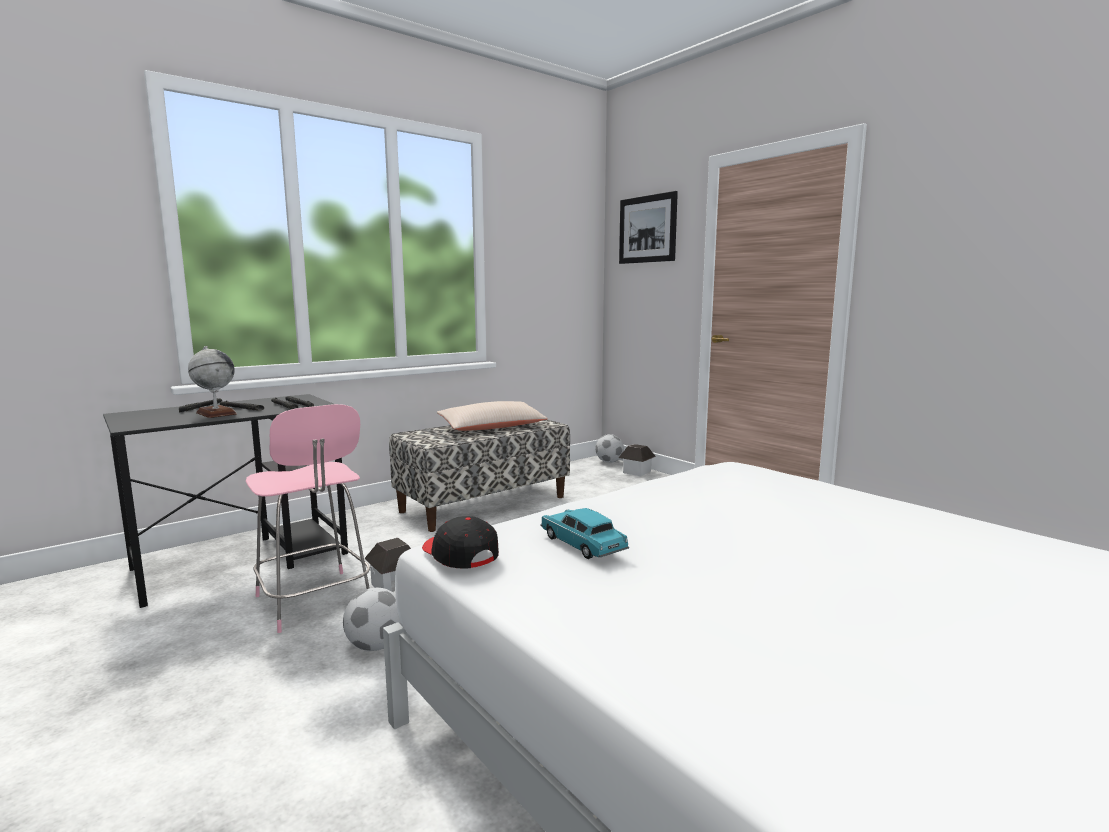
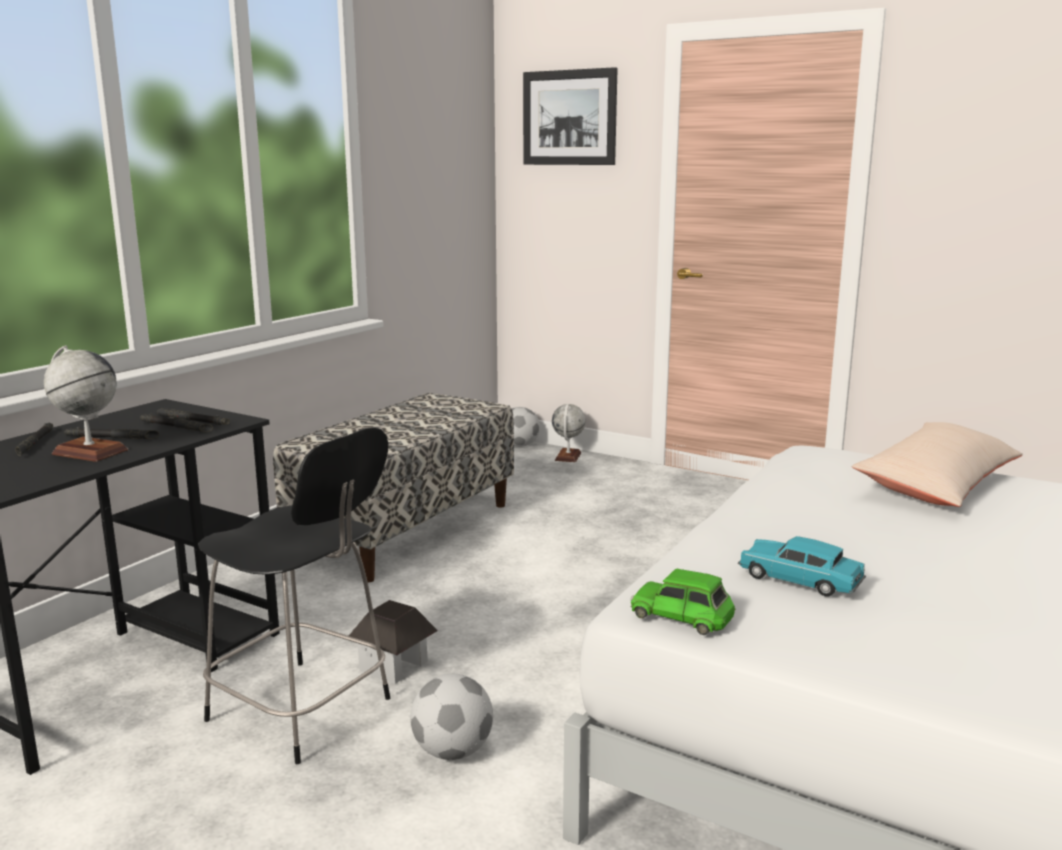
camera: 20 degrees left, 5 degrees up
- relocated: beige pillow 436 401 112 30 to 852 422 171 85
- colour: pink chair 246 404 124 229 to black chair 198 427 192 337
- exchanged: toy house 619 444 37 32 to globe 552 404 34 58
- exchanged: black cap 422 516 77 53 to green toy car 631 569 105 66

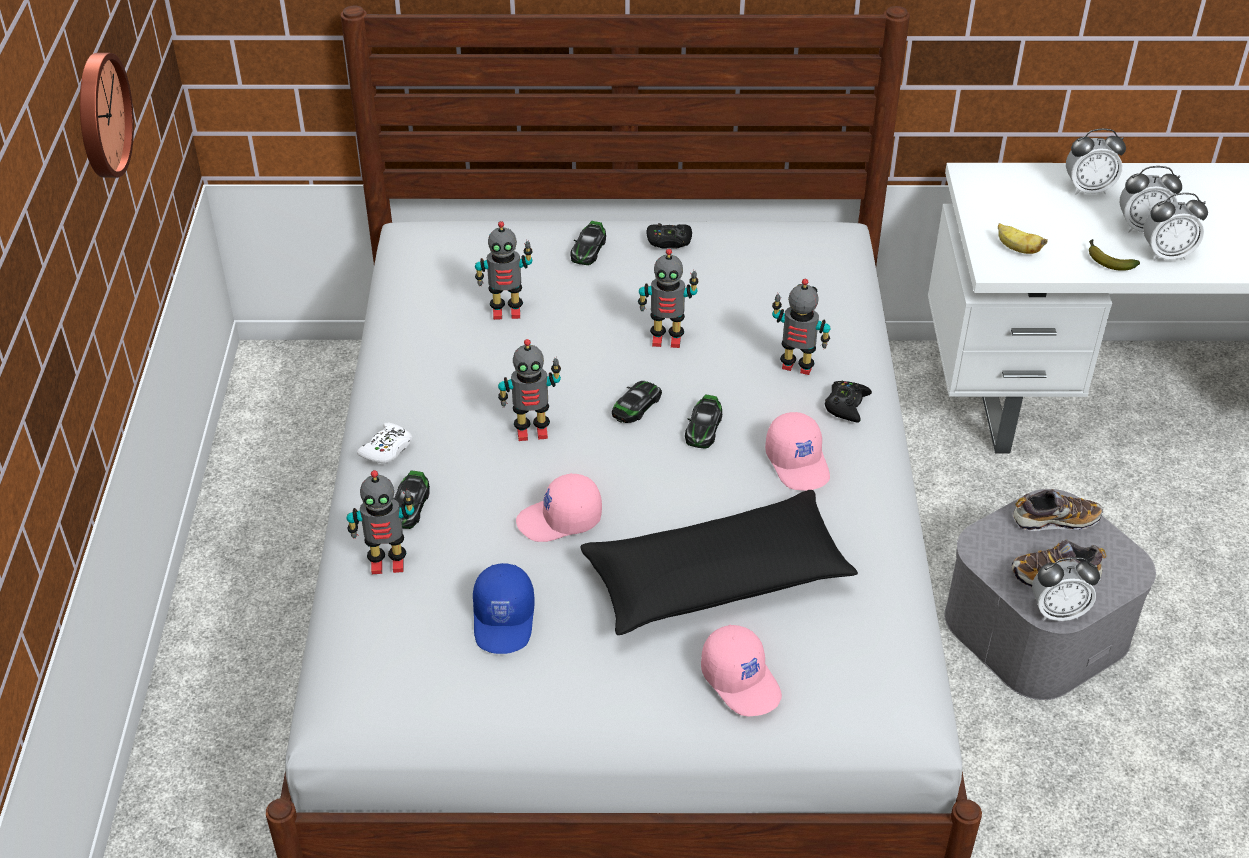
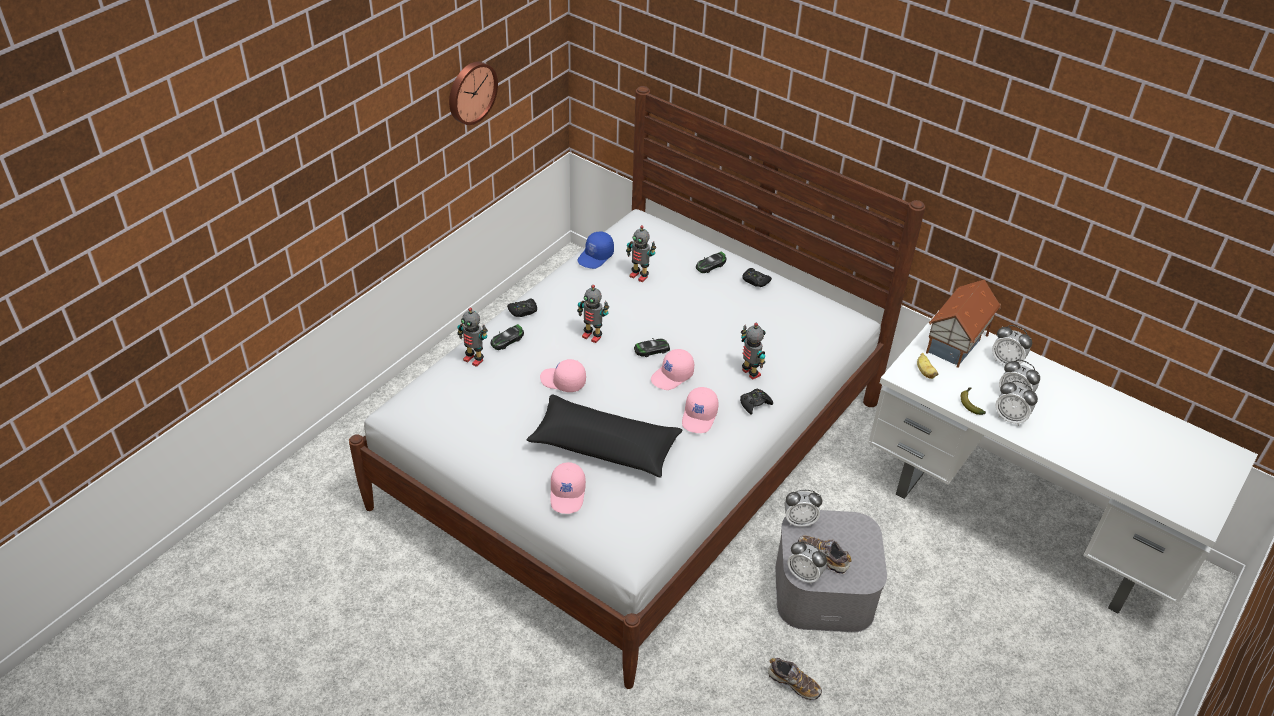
camera: 35 degrees right, 0 degrees up
- missing: toy robot 638 249 60 99
- exchanged: toy car 685 394 37 55 to pink cap 651 349 43 41
- colour: white game controller 357 423 55 41 to black game controller 507 299 30 18
- relocated: shoe 1012 489 91 42 to 768 658 54 43
- relocated: blue cap 473 563 62 91 to 577 232 37 37
- appeared: toy house 926 279 75 89
- appeared: alarm clock 785 490 37 37

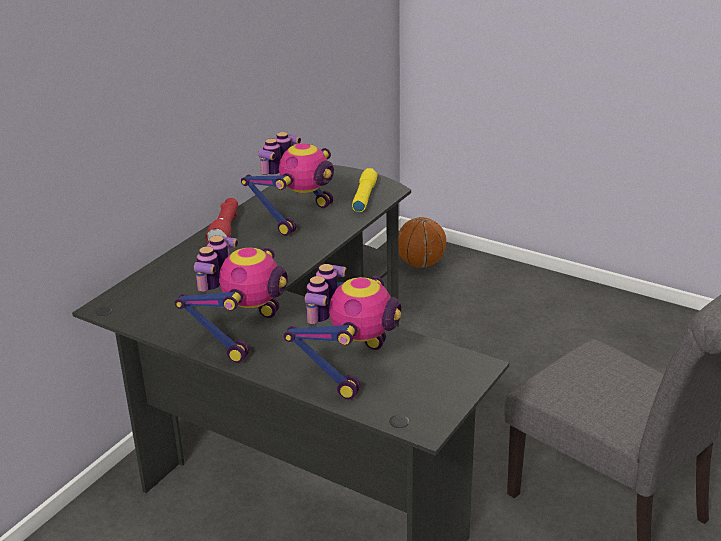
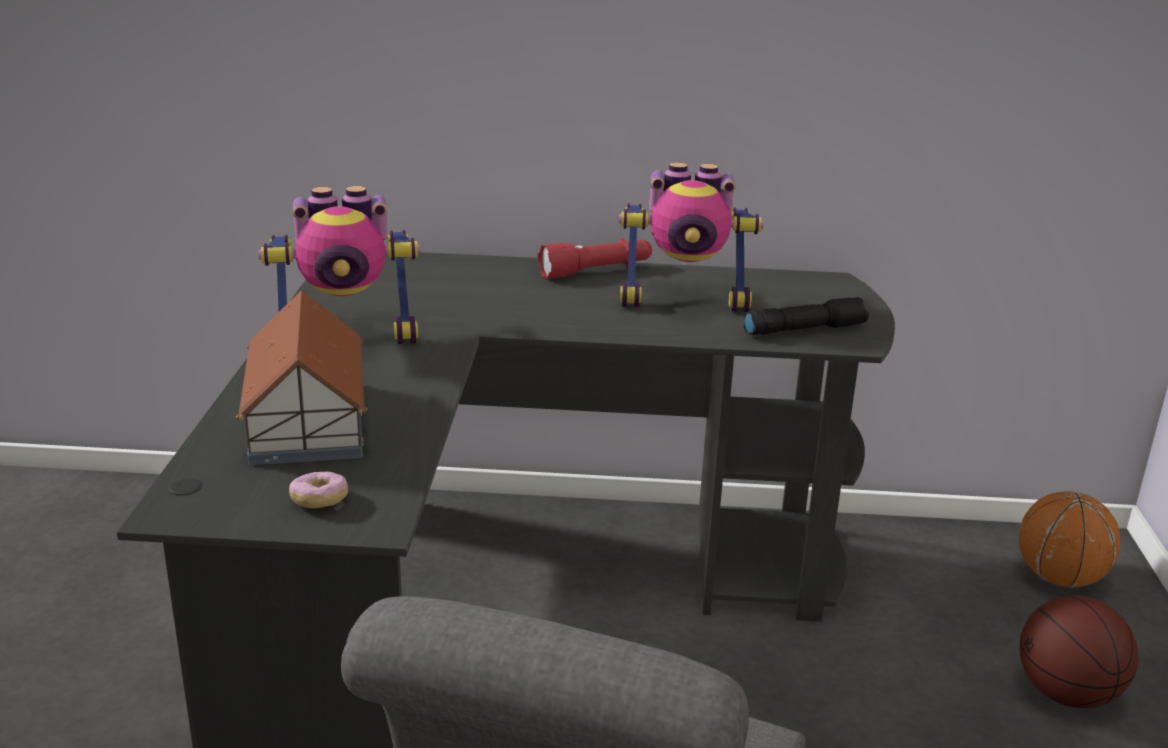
camera: 60 degrees right, 5 degrees down
- colour: yellow flashlight 352 168 26 44 to black flashlight 744 297 125 38
- exchanged: toy robot 284 264 117 135 to toy house 236 290 131 175
- appeared: donut 289 472 59 36
- appeared: basketball 1019 595 120 113

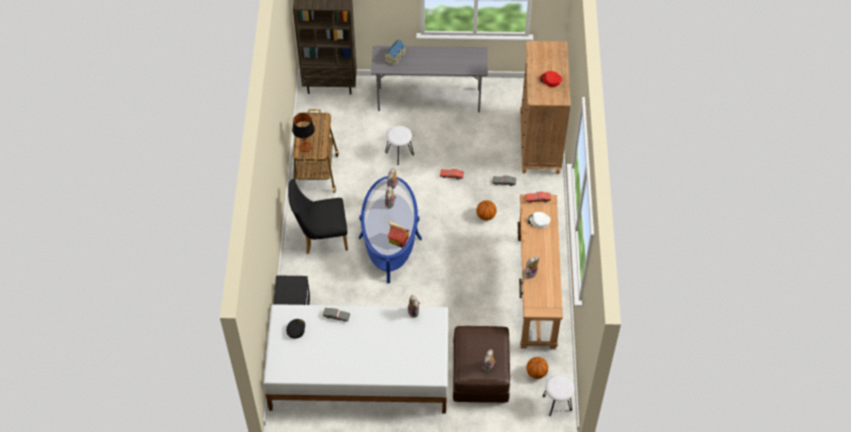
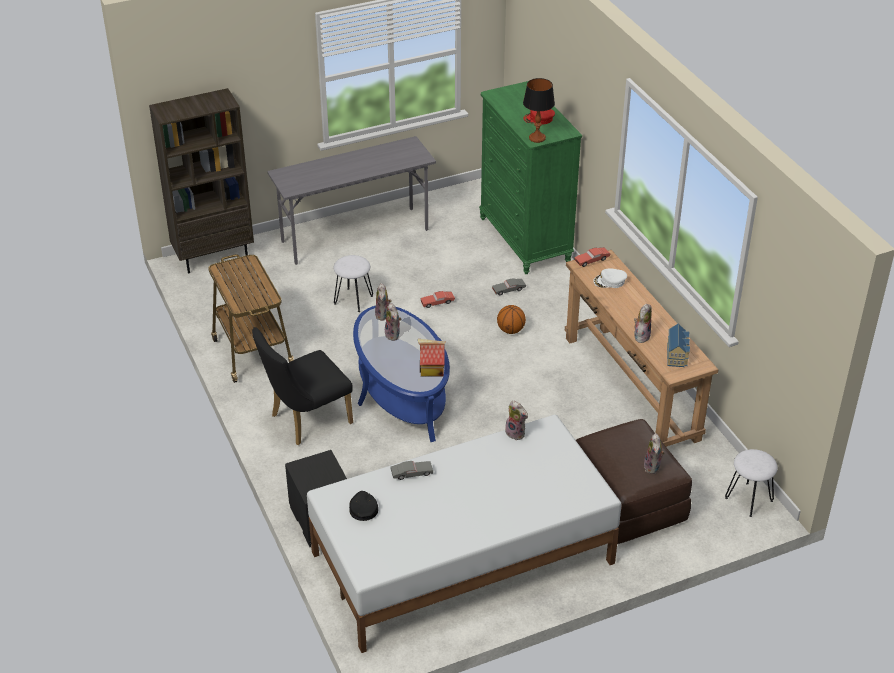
camera: 25 degrees left, 15 degrees down
- relocated: toy house 385 40 21 26 to 667 324 23 43
- colour: brown dresser 520 41 51 133 to green dresser 479 81 103 193
- relocated: table lamp 292 113 23 39 to 523 78 32 65
- missing: basketball 526 357 22 22

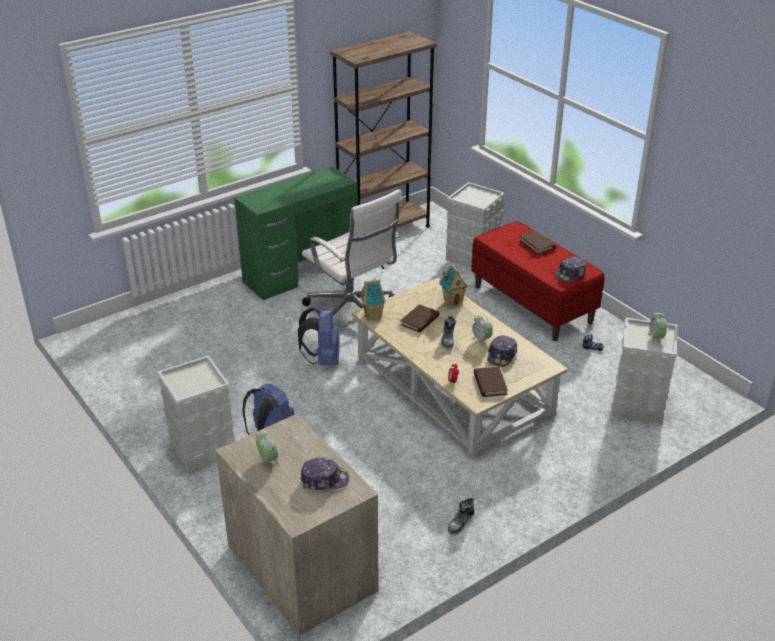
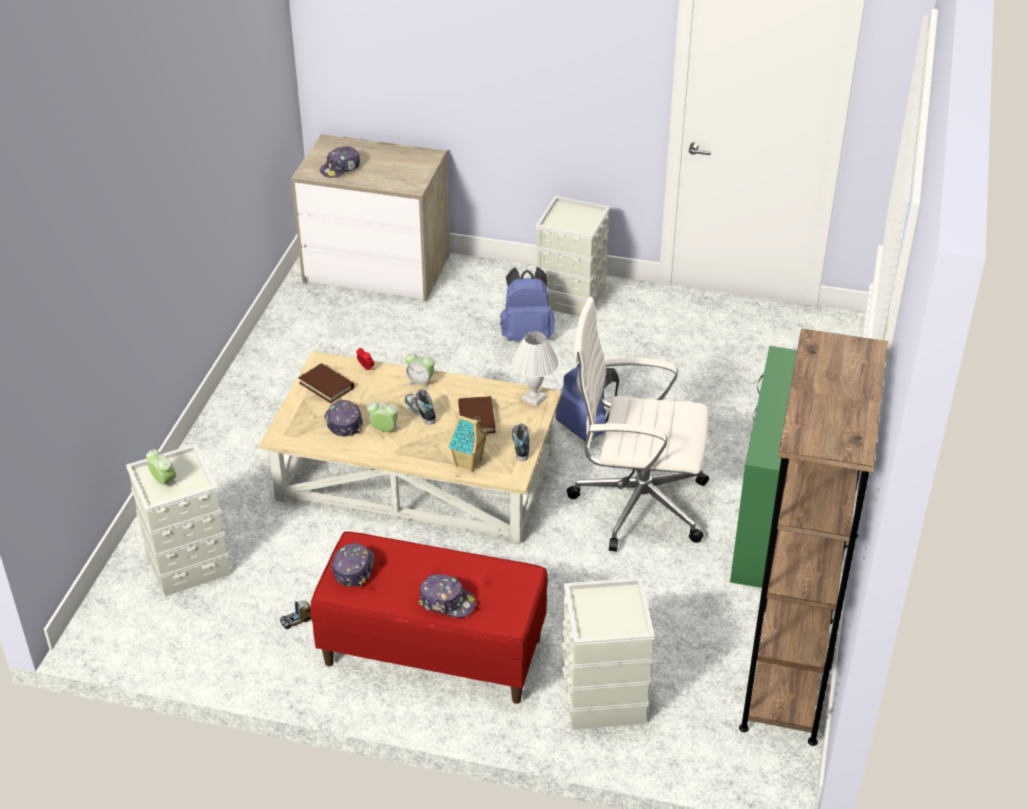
camera: 140 degrees right, 5 degrees up
- exchanged: brown book 519 231 36 23 to cap 418 574 58 44
- exchanged: toy house 360 278 26 42 to white table lamp 511 332 47 75
- relocated: alarm clock 255 430 24 36 to 405 351 30 39
- relocated: shoe 448 497 27 39 to 512 423 18 38

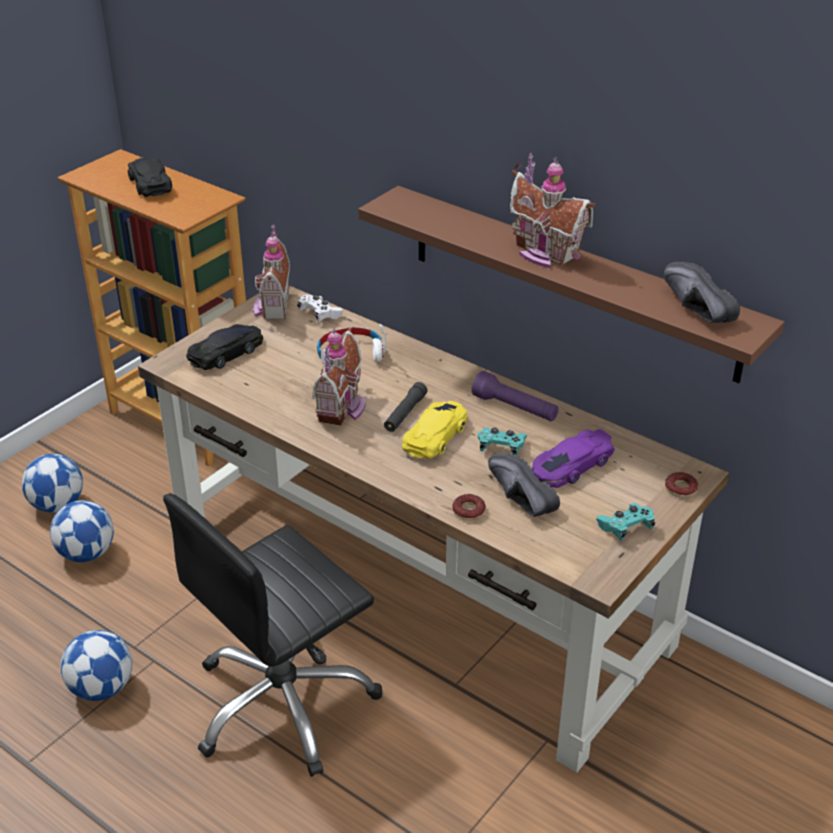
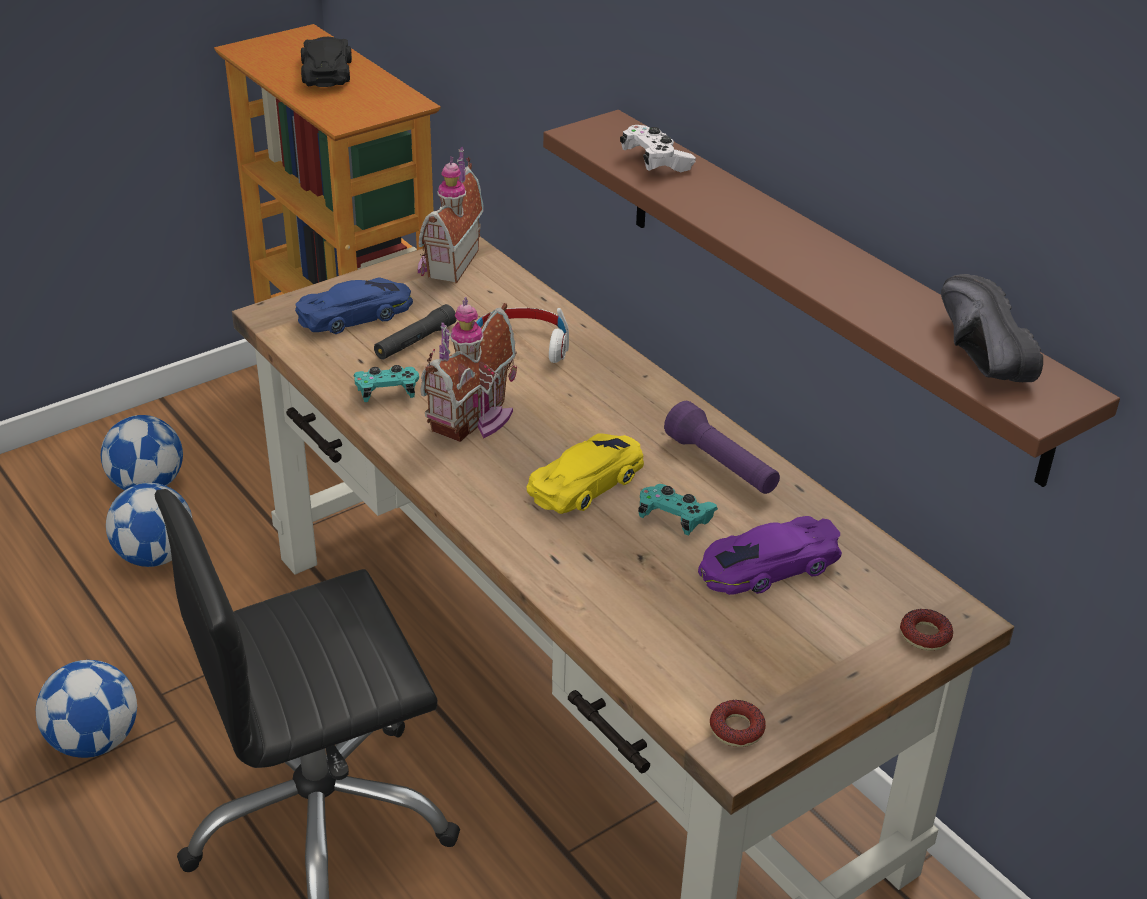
camera: 15 degrees right, 0 degrees up
- missing: toy house 510 153 86 115
- relocated: white game controller 297 295 46 27 to 620 125 76 47
- colour: black toy car 186 324 77 46 to blue toy car 295 277 118 57
- relocated: black flashlight 384 382 44 50 to 374 304 83 56
- missing: black shoe 488 453 72 64
- relocated: donut 452 494 34 26 to 710 700 56 47
- relocated: turquoise game controller 596 503 59 38 to 354 365 65 37

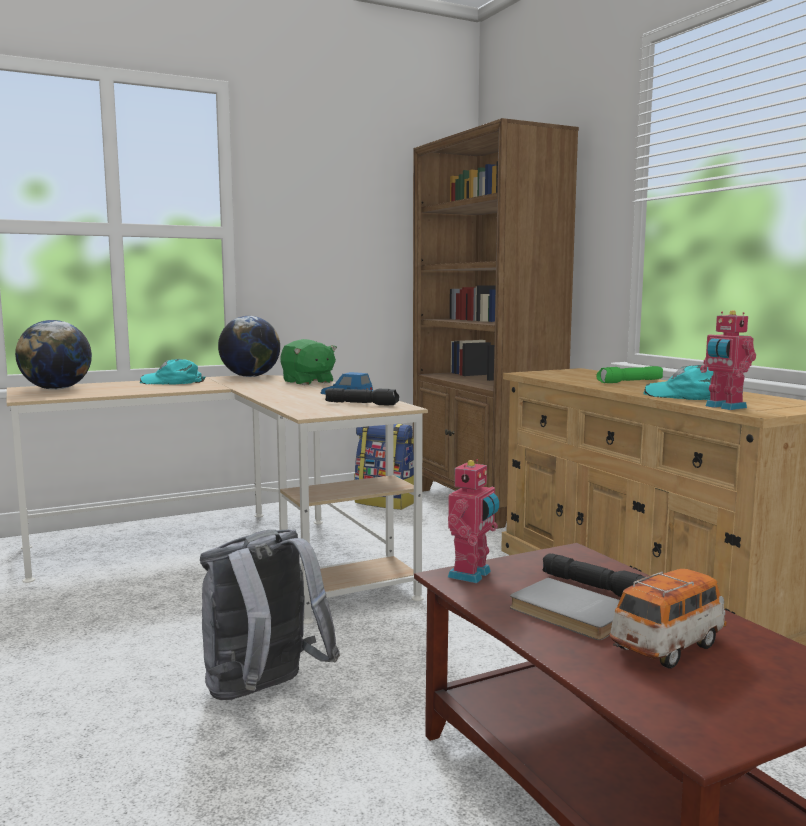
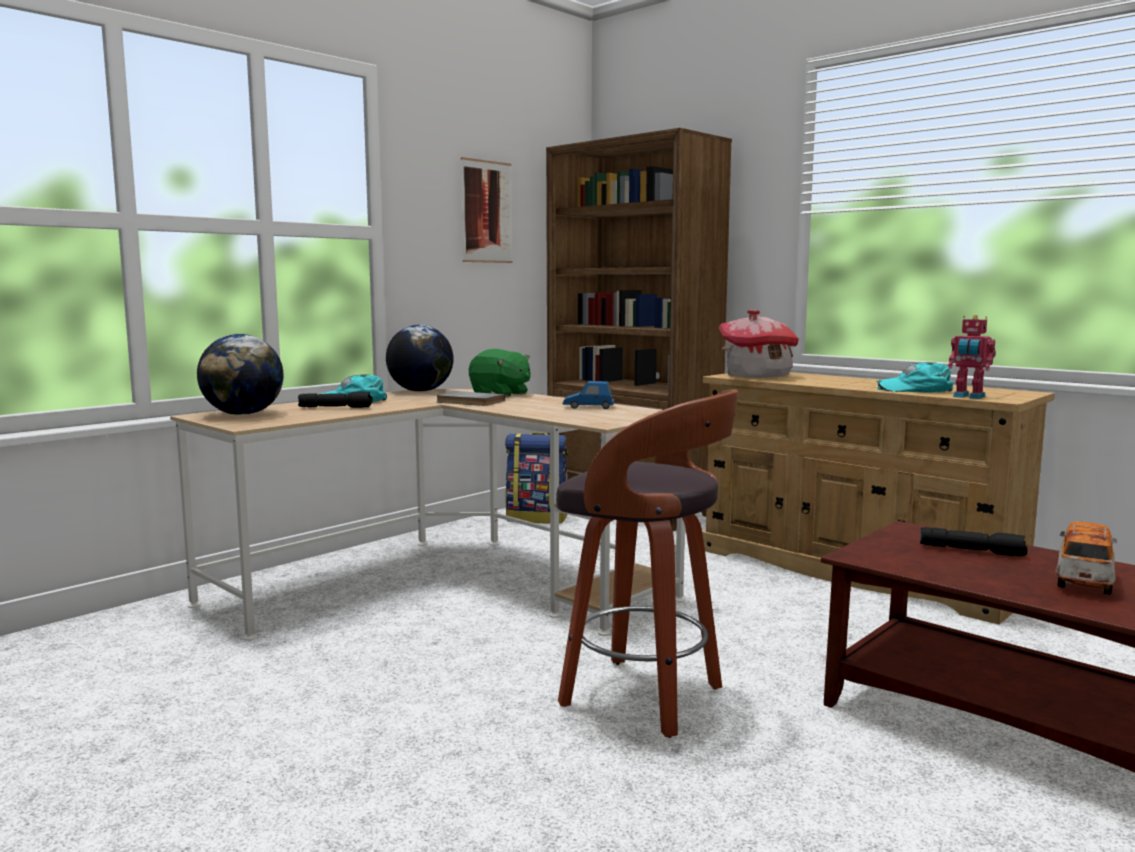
camera: 20 degrees left, 0 degrees up
- missing: green flashlight 596 366 67 17
- relocated: black flashlight 325 388 74 18 to 298 392 75 16
- missing: toy robot 448 459 51 124
- exchanged: grey backpack 200 529 140 171 to stool 556 389 183 349
- relocated: grey book 510 578 110 62 to 436 391 69 15
- appeared: picture 461 157 51 106
- appeared: toy house 719 310 80 68

